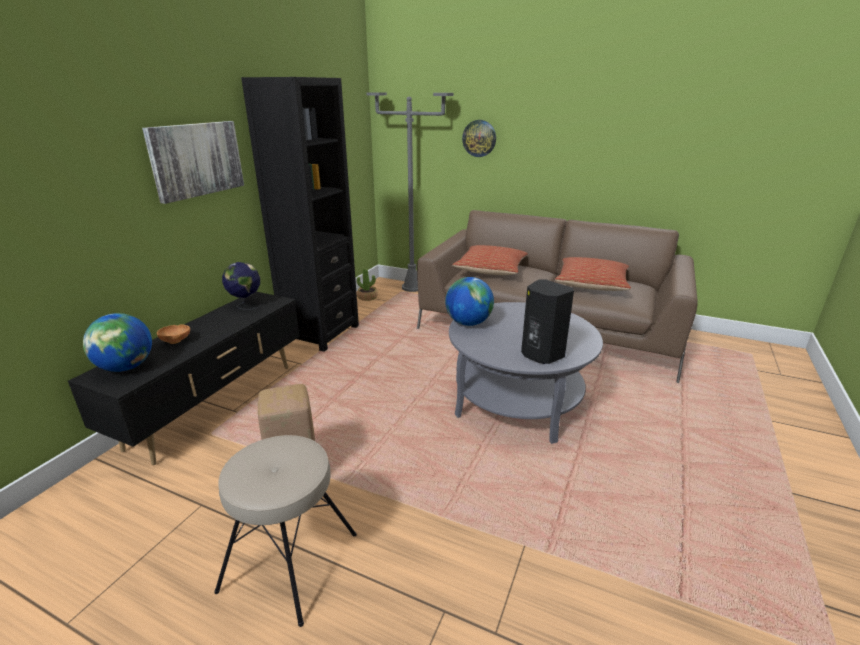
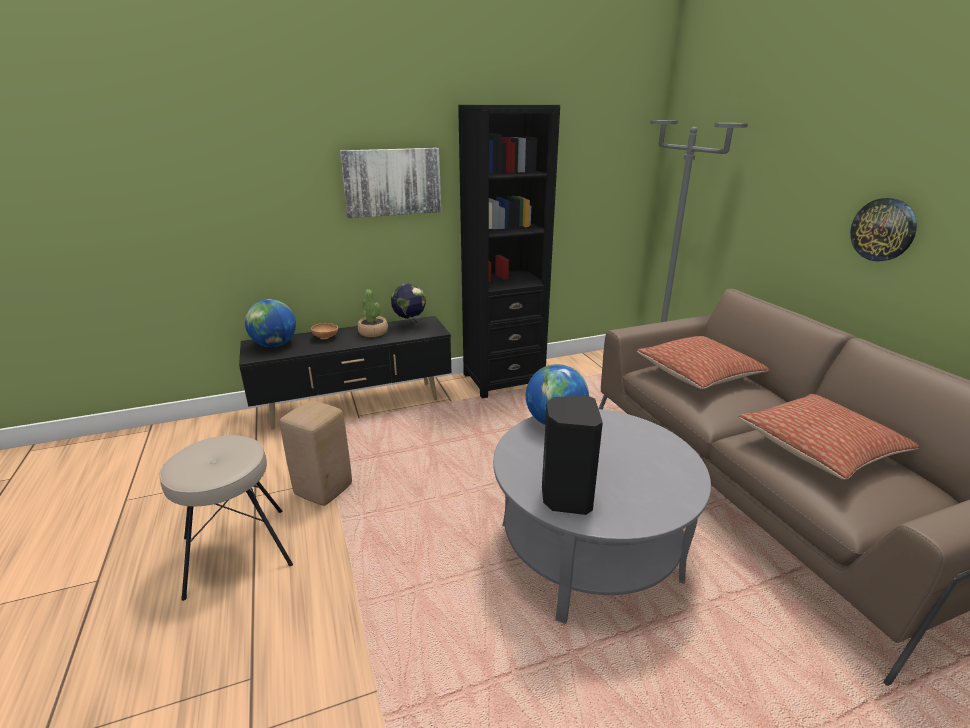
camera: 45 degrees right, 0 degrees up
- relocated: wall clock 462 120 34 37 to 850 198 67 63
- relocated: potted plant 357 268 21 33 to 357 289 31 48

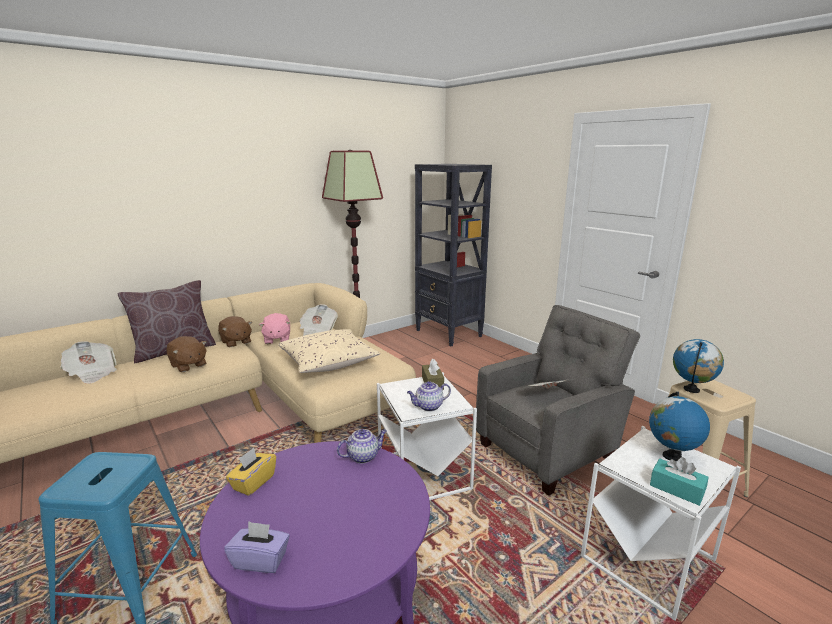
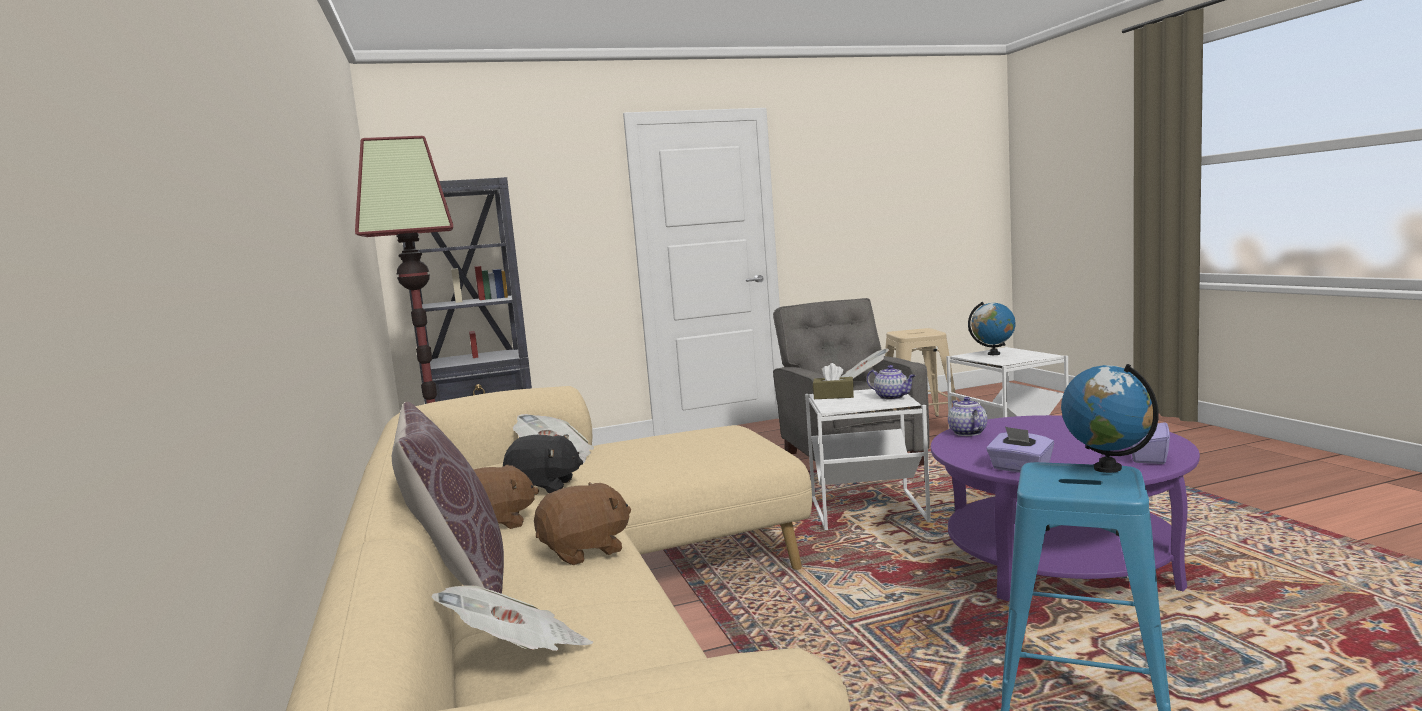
camera: 70 degrees left, 10 degrees down
- colour: pink plush toy 259 313 31 31 to black plush toy 503 435 80 58
- missing: beige pillow 278 329 102 44
- relocated: globe 673 339 51 54 to 1061 364 98 109
- spun: teapot 407 381 44 31 = 867 365 49 35 45 degrees counterclockwise
- colour: yellow tissue box 226 448 50 48 to purple tissue box 986 426 68 47
- missing: turquoise tissue box 650 457 59 49

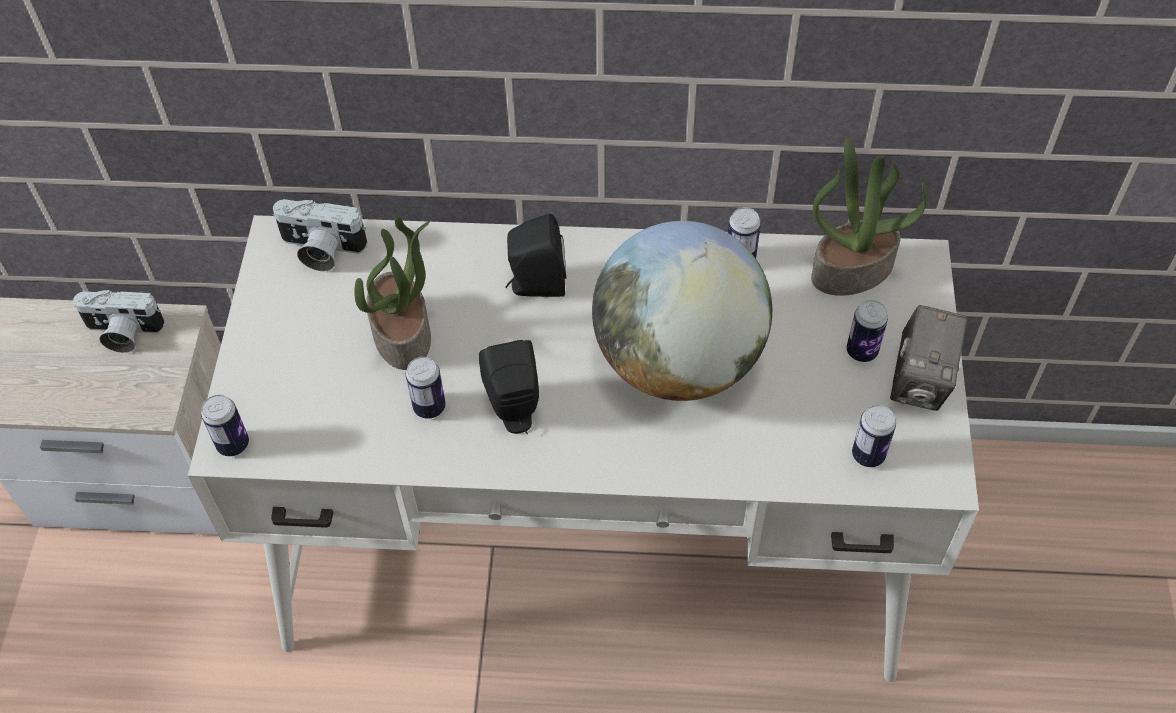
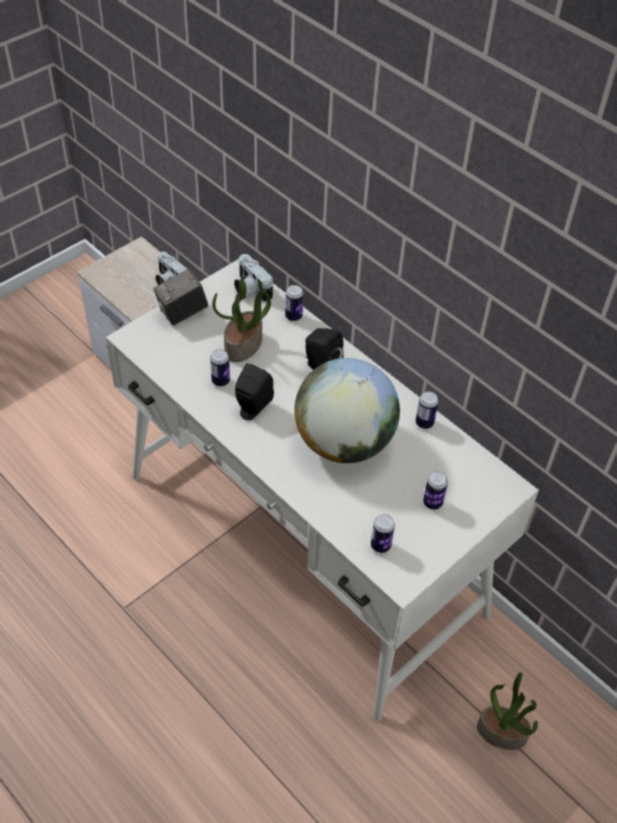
camera: 40 degrees right, 5 degrees down
- relocated: potted plant 811 138 117 158 to 477 672 61 78
- relocated: photo camera 890 305 78 106 to 154 269 54 56
- relocated: can 201 395 48 61 to 285 285 18 36

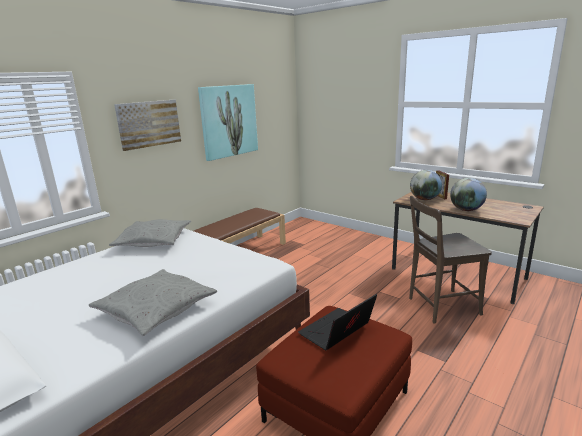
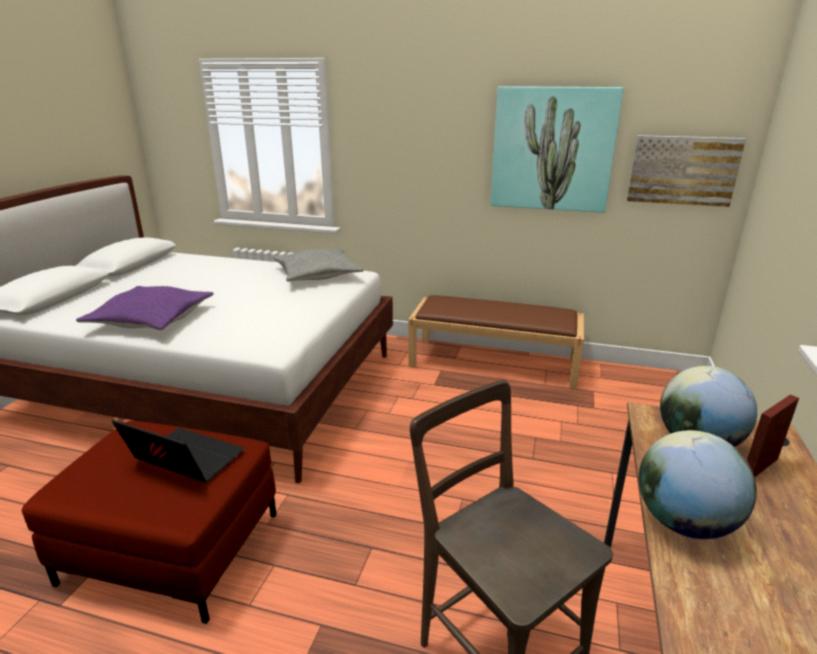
camera: 65 degrees right, 5 degrees up
- relocated: picture 114 100 67 51 to 627 135 119 72
- colour: grey pillow 89 269 128 67 to purple pillow 76 286 138 44

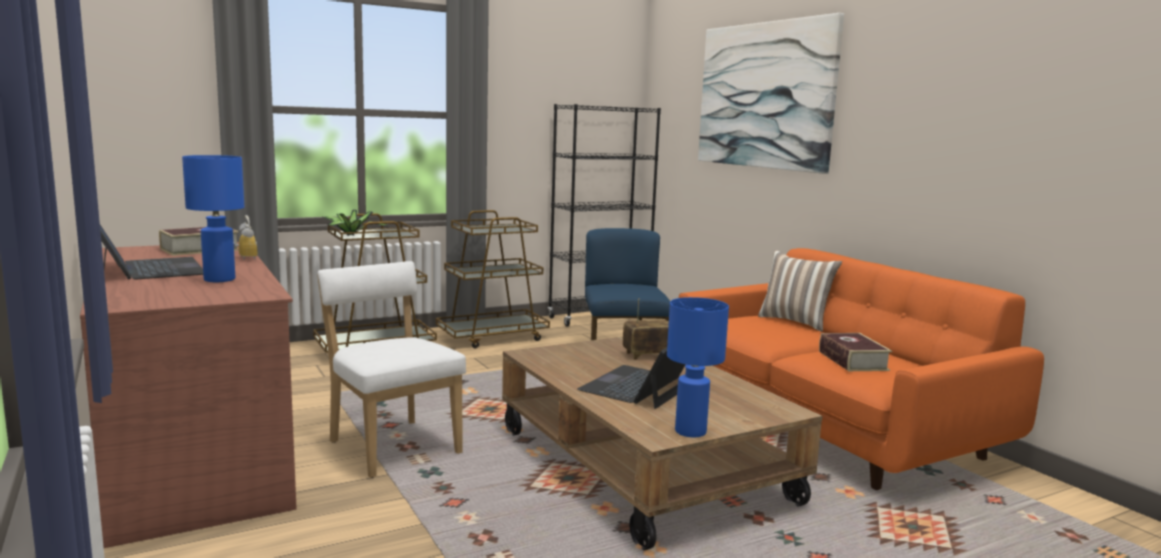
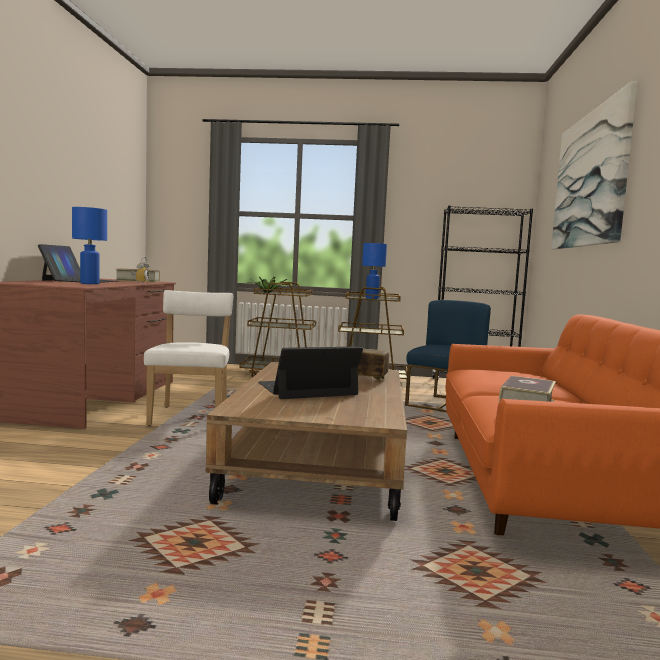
camera: 35 degrees right, 5 degrees down
- missing: pillow 758 250 84 82
- relocated: blue table lamp 667 297 62 140 to 362 243 25 56

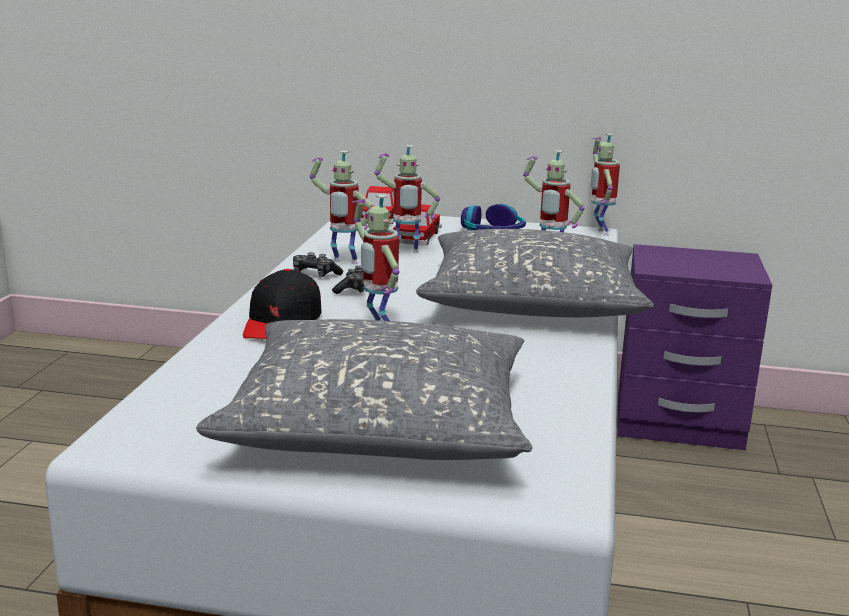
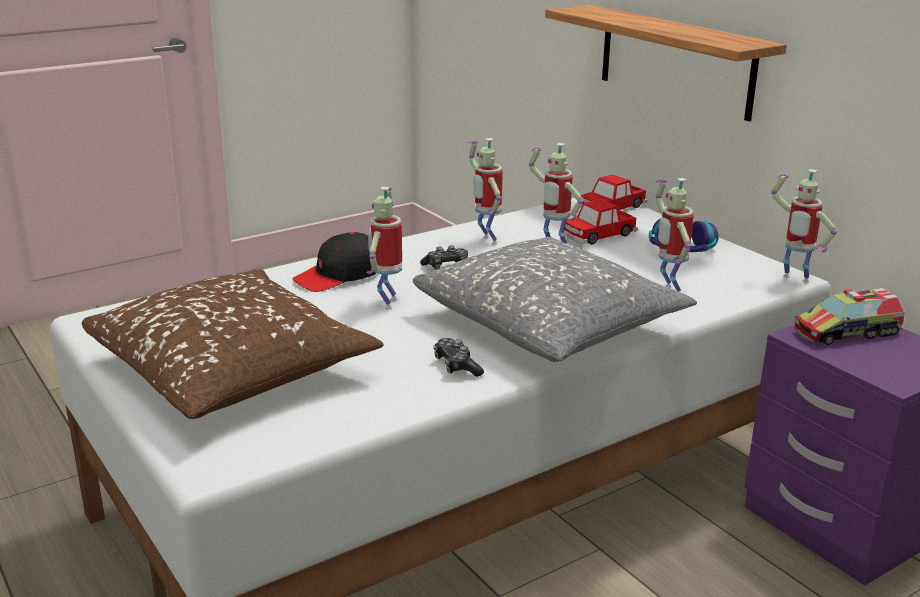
camera: 45 degrees right, 5 degrees up
- spun: toy robot 591 134 29 102 = 771 169 66 114 90 degrees counterclockwise
- relocated: game controller 293 252 50 25 to 434 338 50 39
- colour: grey pillow 196 319 337 141 to brown pillow 82 269 302 150
- appeared: shelf 545 5 242 117
- appeared: toy truck 794 288 111 58

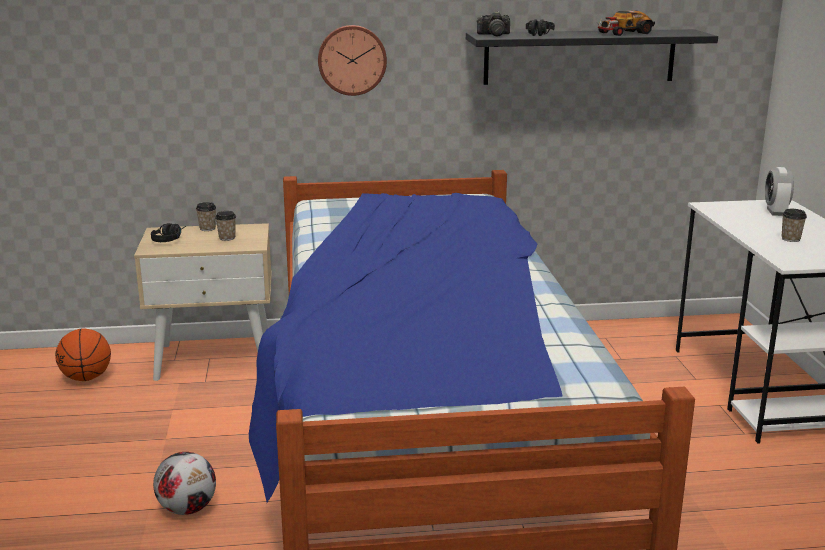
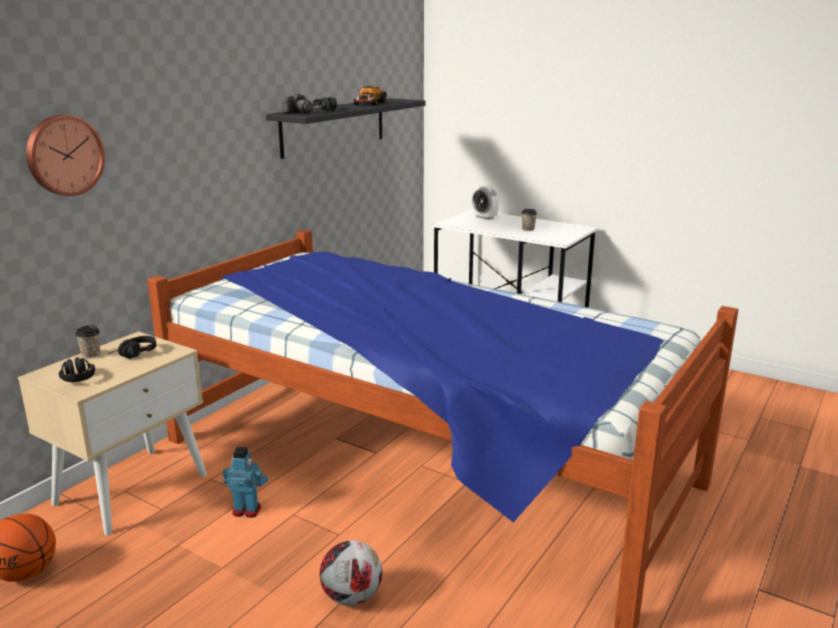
camera: 50 degrees left, 0 degrees up
- relocated: wall clock 318 25 69 71 to 26 115 79 81
- exchanged: cup 215 211 21 30 to black headphones 108 336 48 23
- appeared: toy robot 223 447 45 71

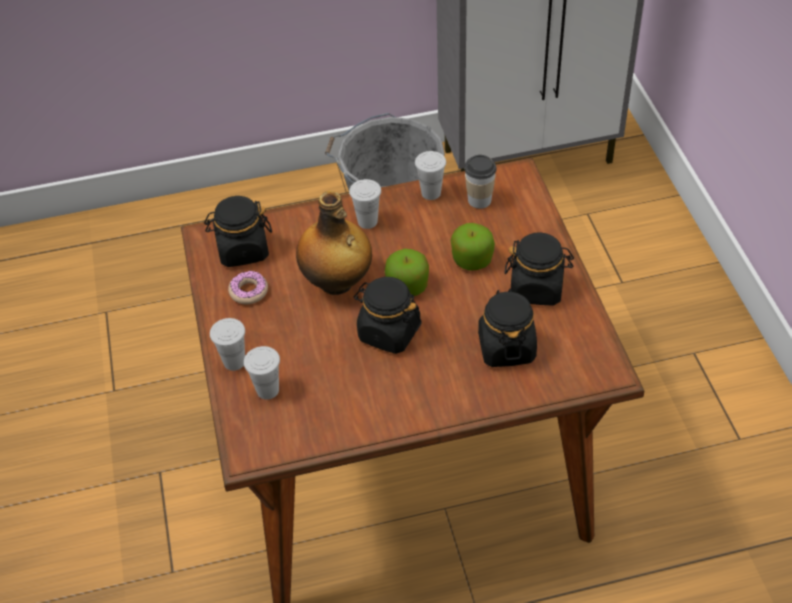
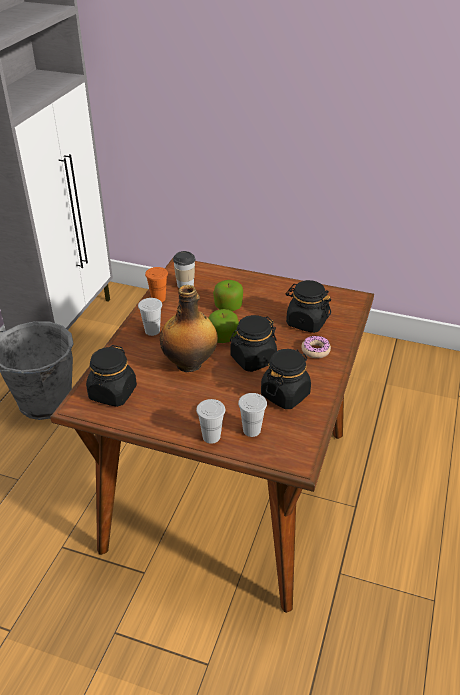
camera: 60 degrees left, 10 degrees down
- colour: white cup 415 151 31 49 to orange cup 145 267 23 35
- relocated: black jar 504 233 70 73 to 261 349 50 60
- relocated: donut 228 271 40 34 to 301 336 30 22

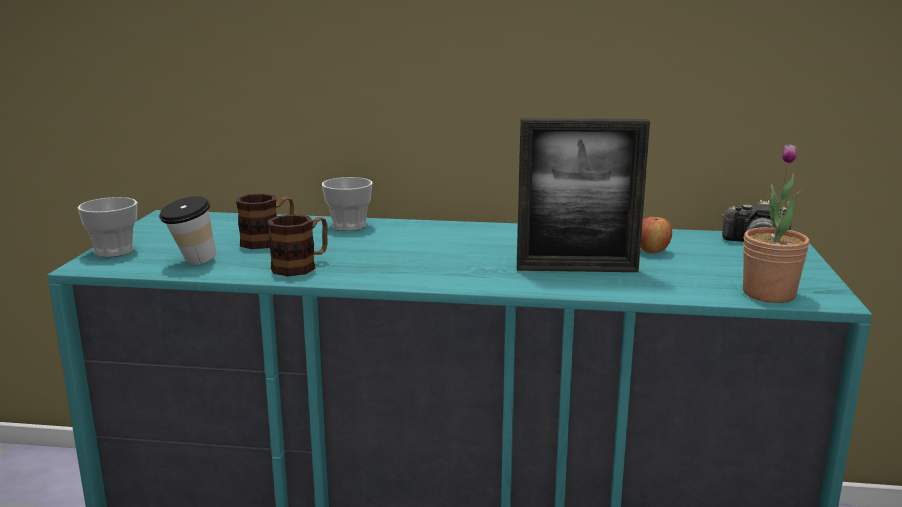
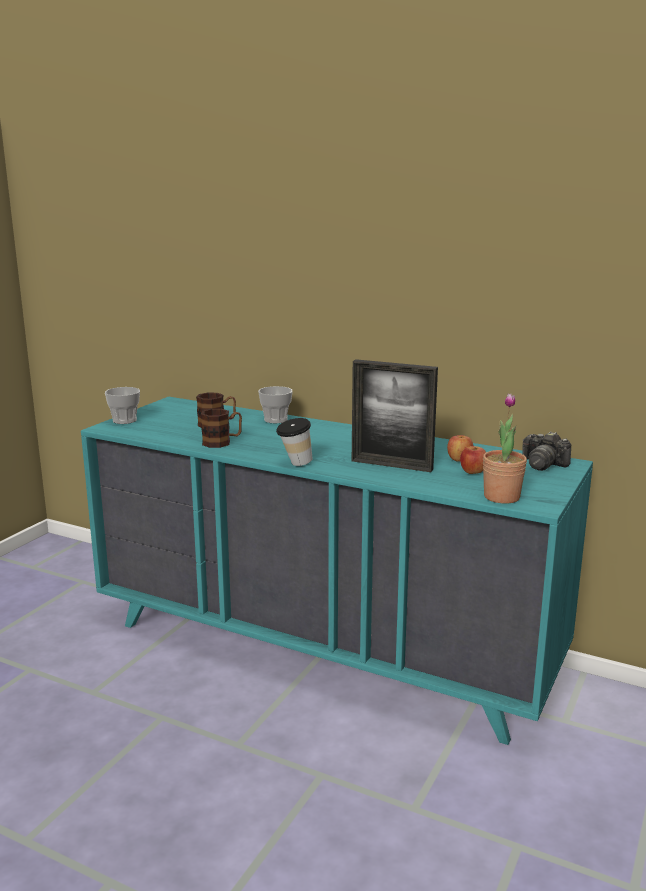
camera: 20 degrees right, 0 degrees up
- relocated: cup 159 196 57 69 to 276 418 37 48
- appeared: apple 460 446 26 28

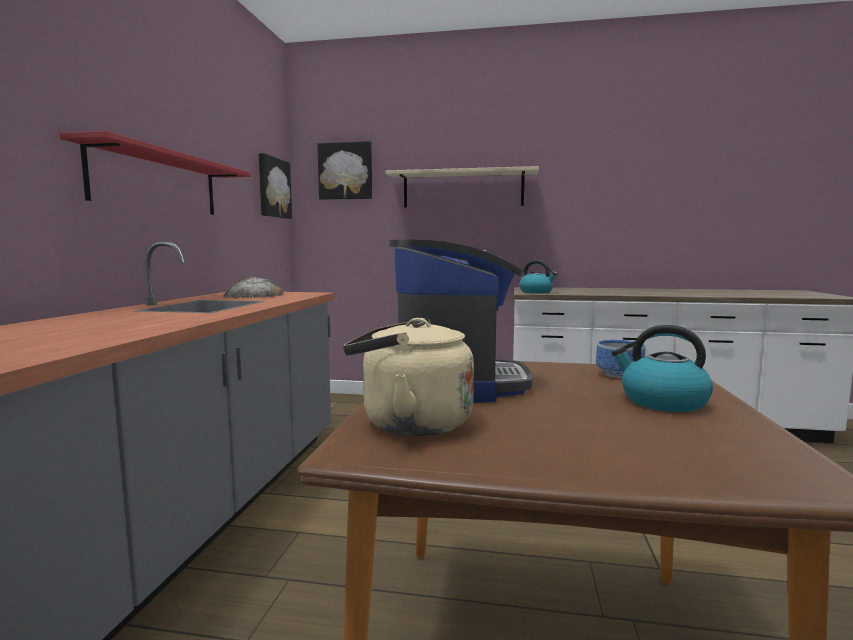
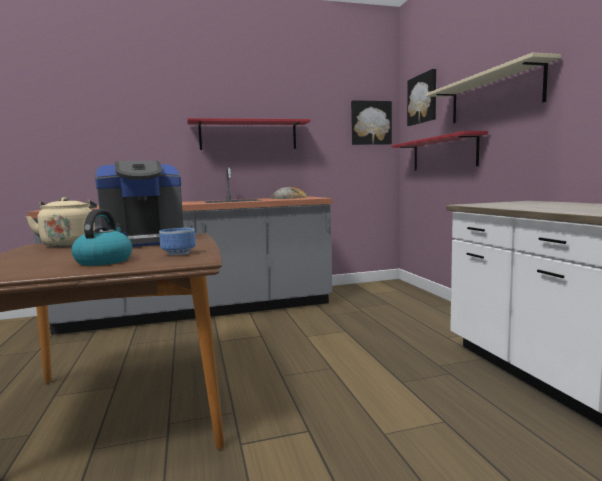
camera: 65 degrees right, 0 degrees up
- missing: kettle 519 260 39 33
- appeared: red shelf 391 131 97 40

